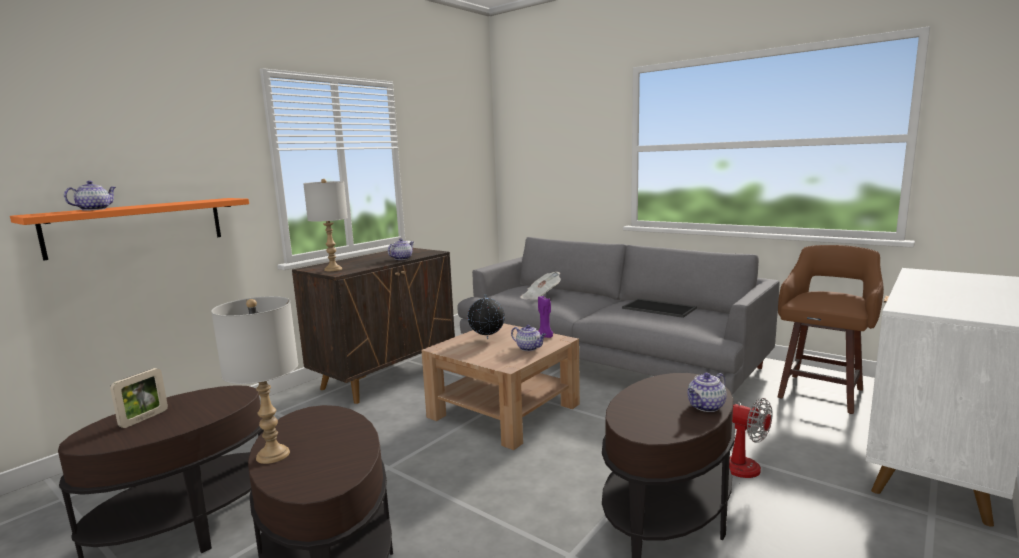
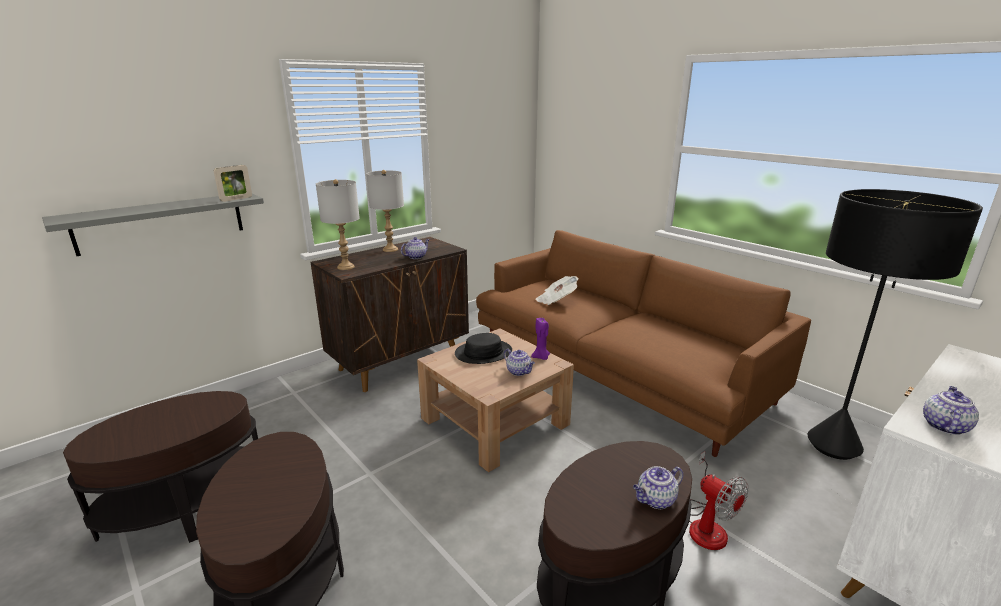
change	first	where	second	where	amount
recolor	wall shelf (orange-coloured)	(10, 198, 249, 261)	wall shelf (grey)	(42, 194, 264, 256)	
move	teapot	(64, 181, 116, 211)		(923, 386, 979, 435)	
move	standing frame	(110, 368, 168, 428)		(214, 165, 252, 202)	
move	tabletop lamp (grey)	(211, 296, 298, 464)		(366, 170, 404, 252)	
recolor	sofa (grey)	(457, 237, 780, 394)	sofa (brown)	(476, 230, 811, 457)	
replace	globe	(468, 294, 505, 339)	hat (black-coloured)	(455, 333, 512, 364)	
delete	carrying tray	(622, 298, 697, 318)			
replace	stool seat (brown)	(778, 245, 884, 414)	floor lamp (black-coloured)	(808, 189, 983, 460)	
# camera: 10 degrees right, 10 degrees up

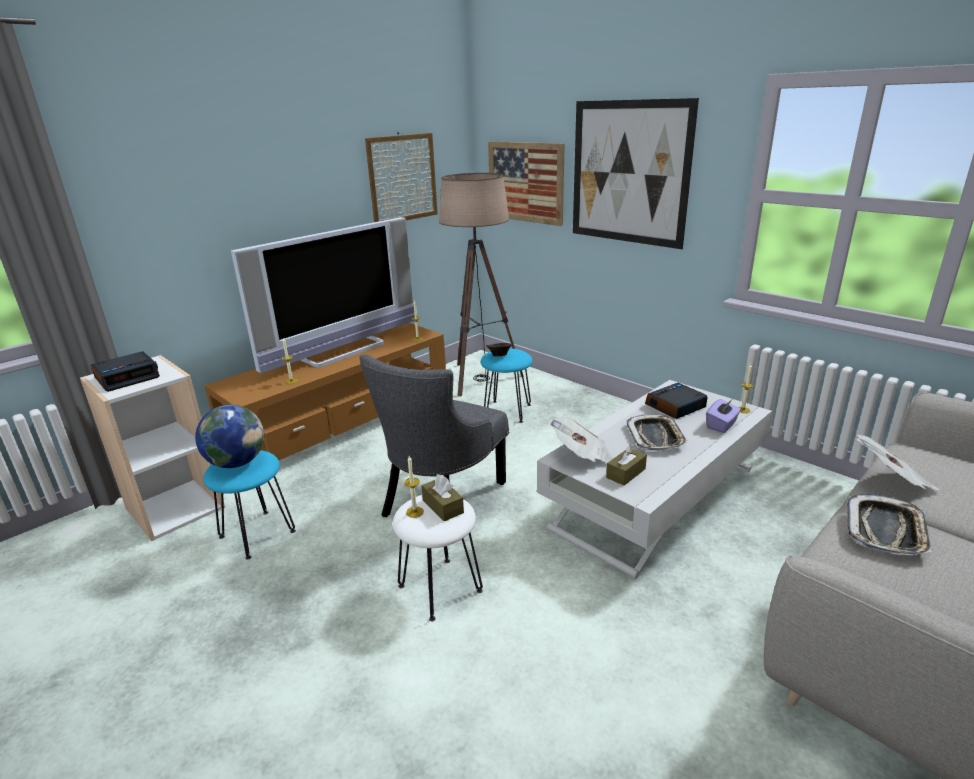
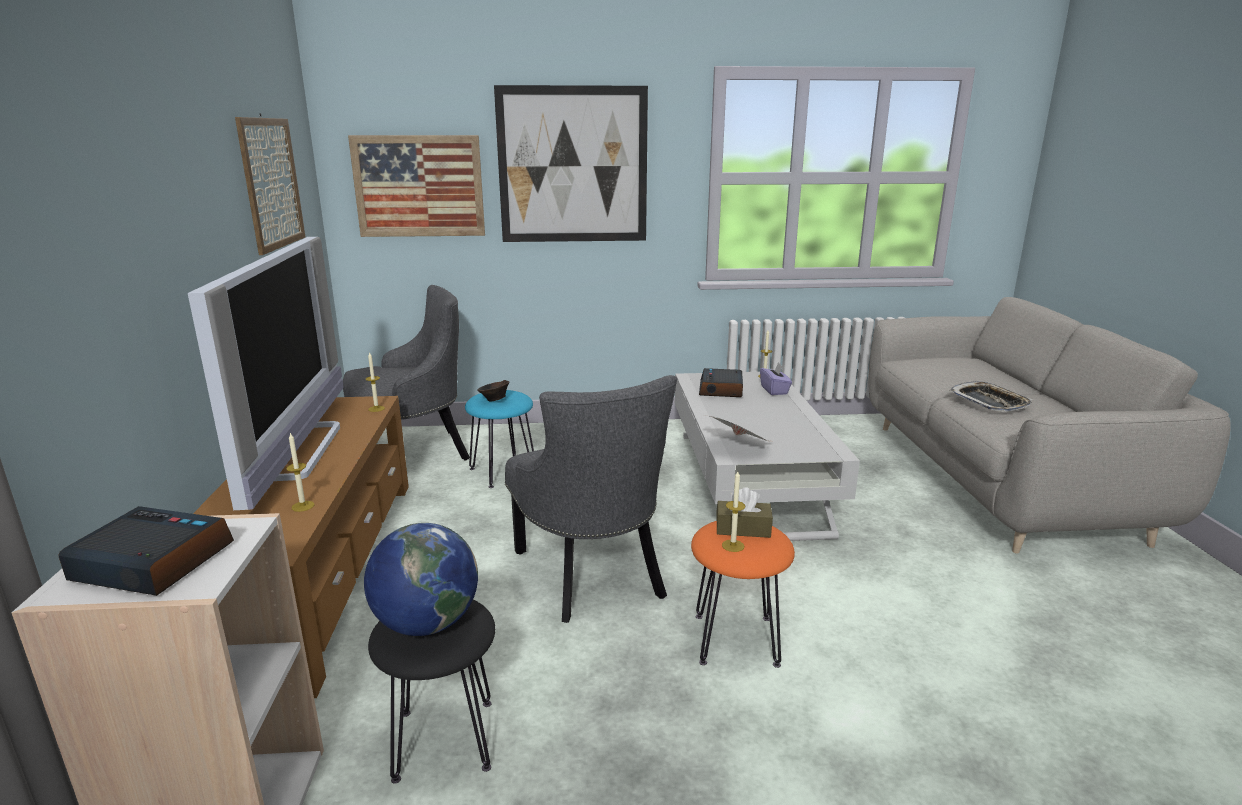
change	first	where	second	where	amount
rotate	bedside clock	(90, 351, 160, 392)		(58, 506, 234, 596)	75 degrees counterclockwise
recolor	stool seat (turquoise-coloured)	(204, 450, 296, 560)	stool seat (black-coloured)	(368, 600, 495, 784)	
recolor	stool seat (white-coloured)	(393, 495, 483, 621)	stool seat (orange-coloured)	(691, 521, 795, 668)	
replace	floor lamp	(439, 173, 524, 396)	lounge chair (grey)	(343, 285, 470, 461)	
delete	box of tissues (brown)	(606, 444, 647, 486)			
delete	carrying tray	(626, 414, 688, 451)			
delete	newspaper	(856, 435, 940, 490)			
# camera: 50 degrees left, 5 degrees down

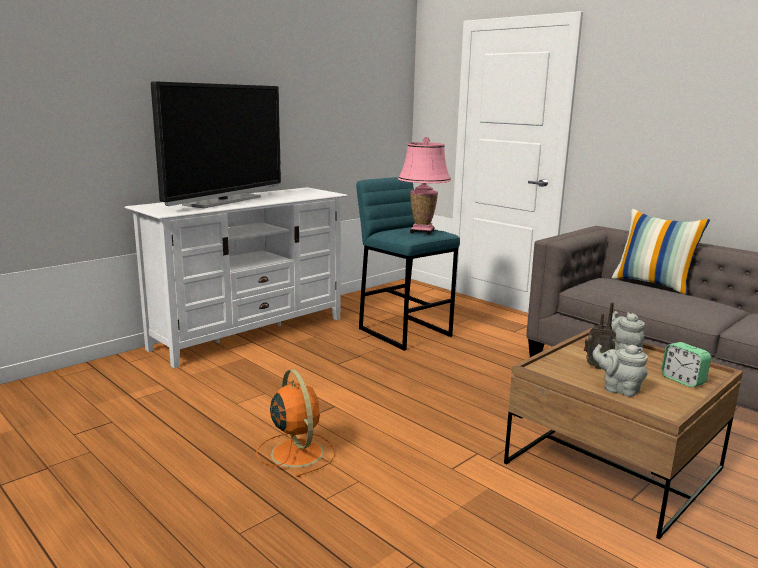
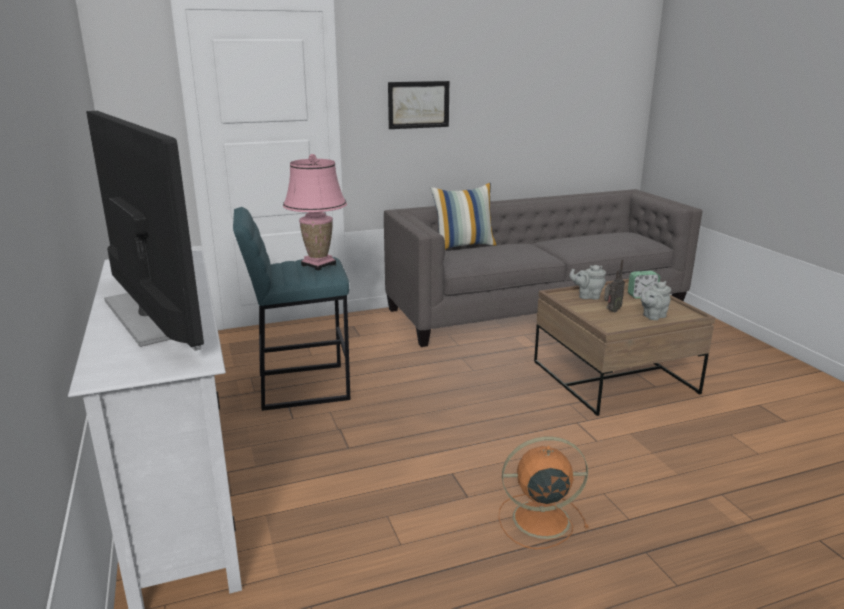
change	first	where	second	where	amount
insert			wall picture	(388, 81, 449, 129)	
# camera: 65 degrees left, 5 degrees up

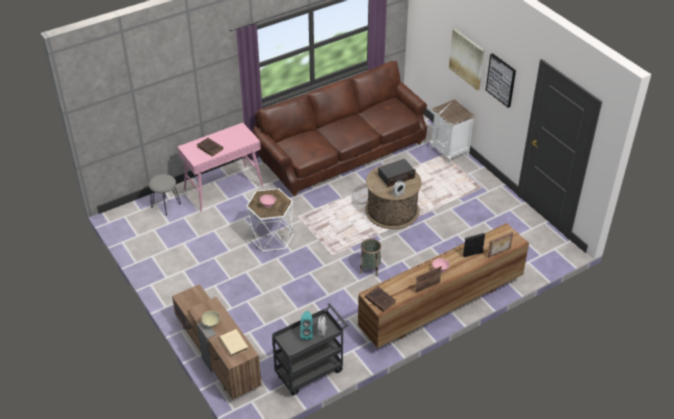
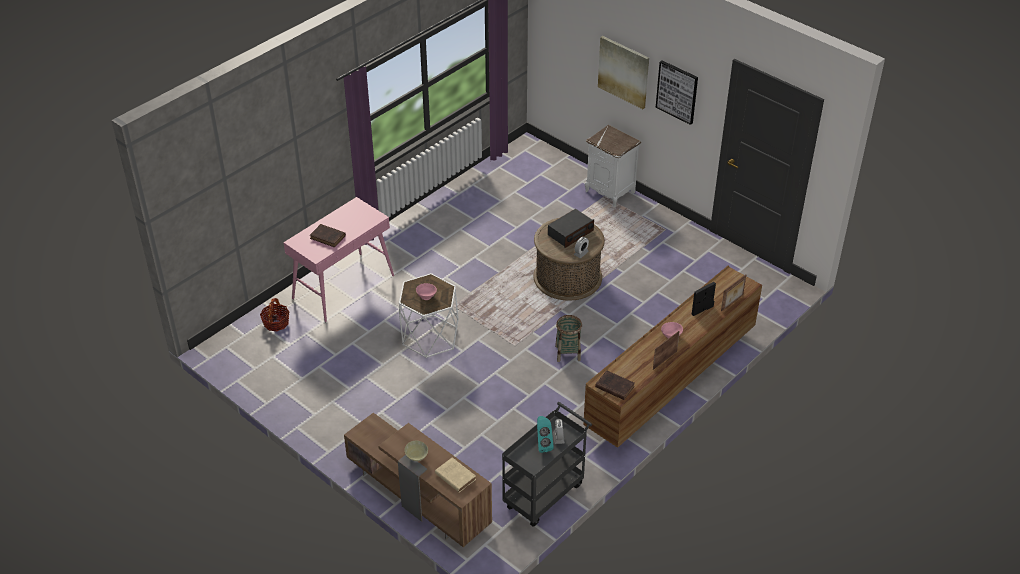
change	first	where	second	where	amount
replace	stool seat (grey)	(149, 174, 181, 216)	storage basket	(260, 298, 290, 331)	
delete	sofa (brown)	(253, 61, 427, 196)			
# camera: 15 degrees left, 0 degrees up

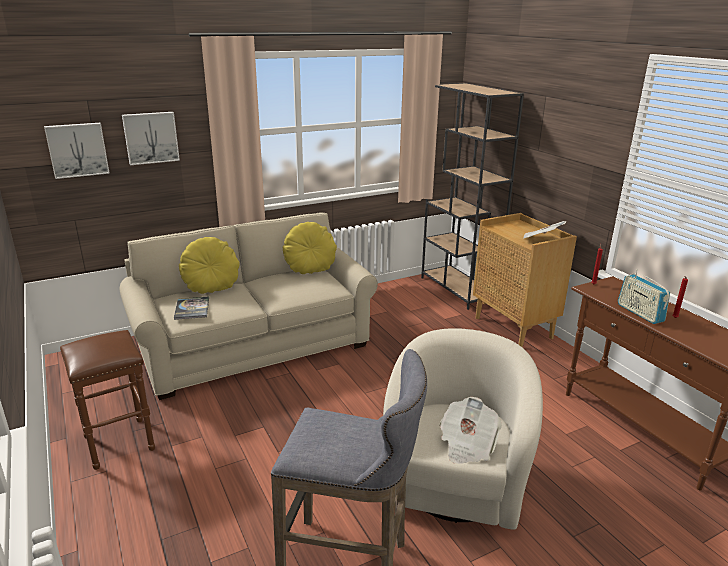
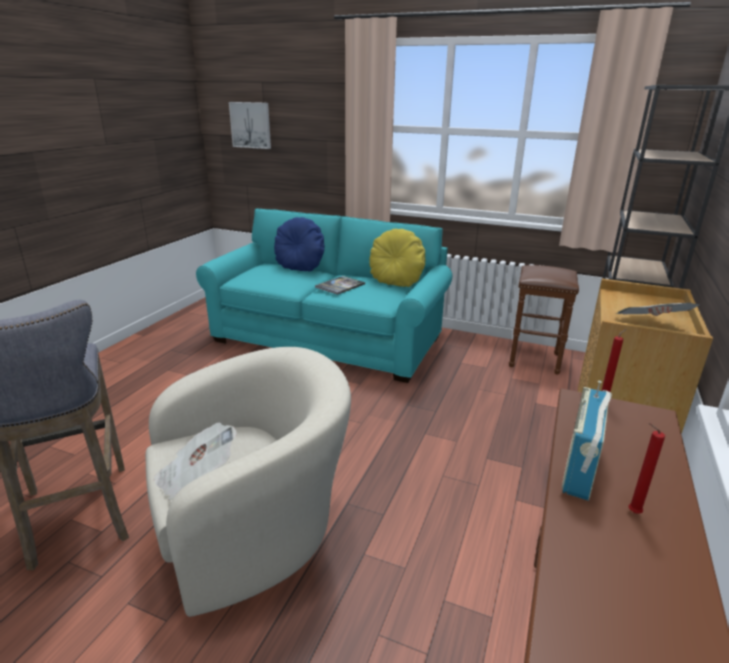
change	first	where	second	where	amount
move	stool seat (brown)	(60, 330, 155, 470)		(509, 265, 579, 374)	
recolor	sofa (beige-coloured)	(119, 212, 378, 400)	sofa (turquoise-coloured)	(196, 208, 452, 383)	
delete	wall picture	(122, 112, 180, 165)			
move	volume	(174, 297, 209, 320)		(315, 276, 365, 295)	
recolor	pillow (yellowish)	(179, 237, 240, 294)	pillow (blue-coloured)	(274, 217, 325, 271)	
# camera: 50 degrees right, 0 degrees up

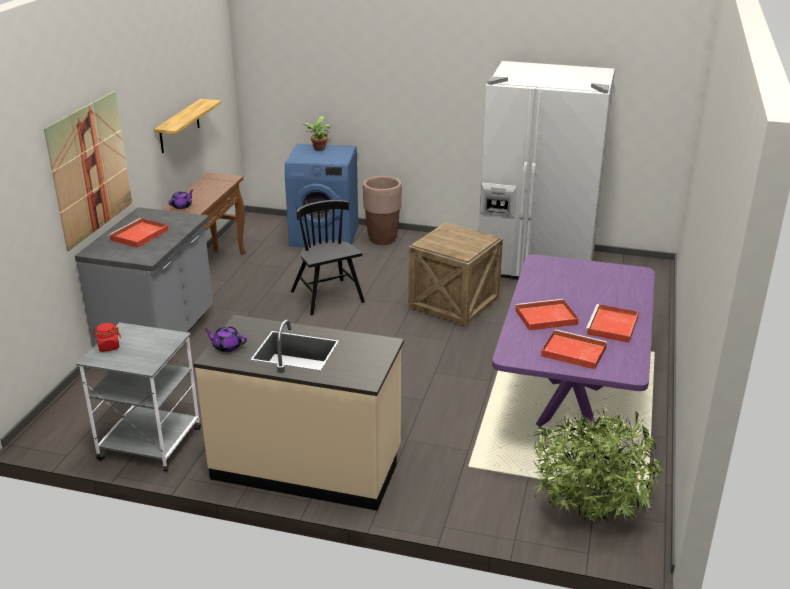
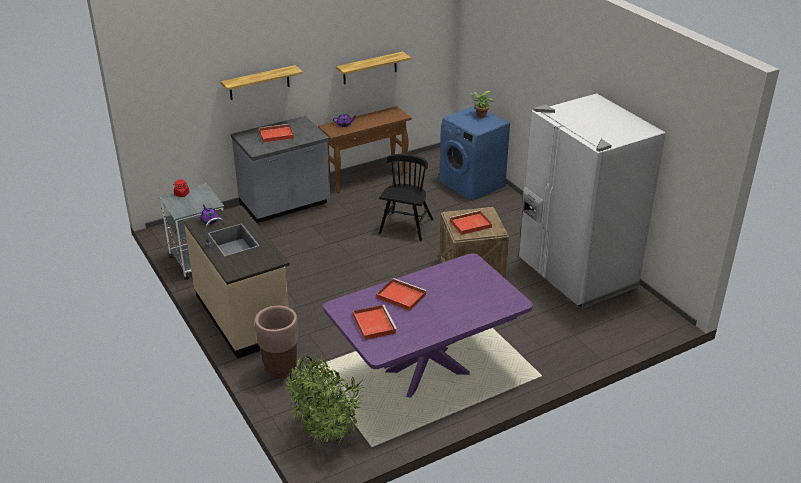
change	first	where	second	where	amount
replace	wall picture	(44, 91, 132, 251)	wall shelf	(221, 65, 303, 100)	
move	flower pot (brown)	(363, 176, 402, 245)		(255, 306, 298, 379)	
move	carrying tray (red-coloured)	(586, 304, 639, 343)		(449, 210, 492, 235)	
# camera: 45 degrees right, 5 degrees up

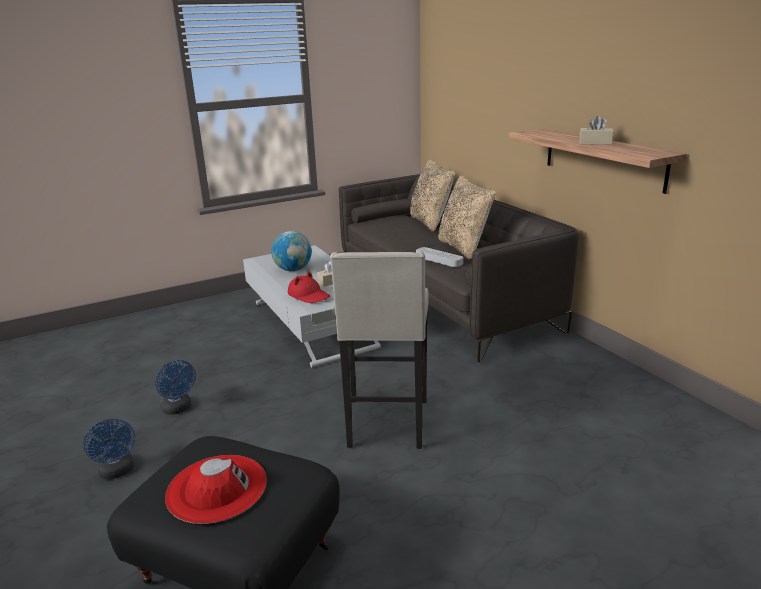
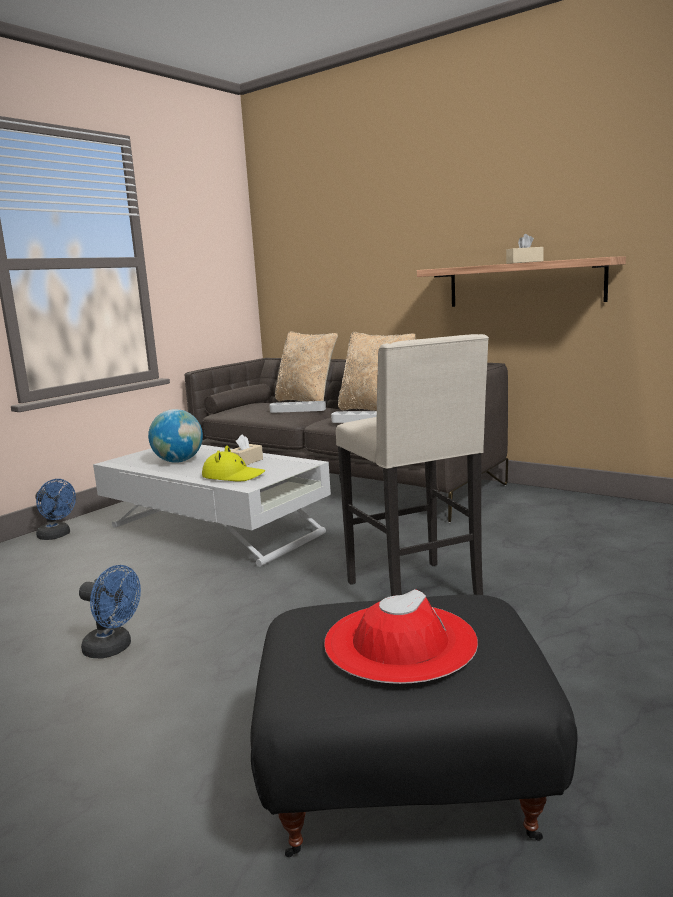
change	first	where	second	where	amount
move	cooling fan (blue-coloured)	(83, 419, 135, 479)		(35, 479, 76, 540)	
recolor	hat (red-coloured)	(288, 272, 330, 303)	hat (yellowish)	(202, 445, 265, 481)	
insert			carrying tray (grey)	(269, 401, 326, 413)	
# camera: 25 degrees left, 10 degrees down

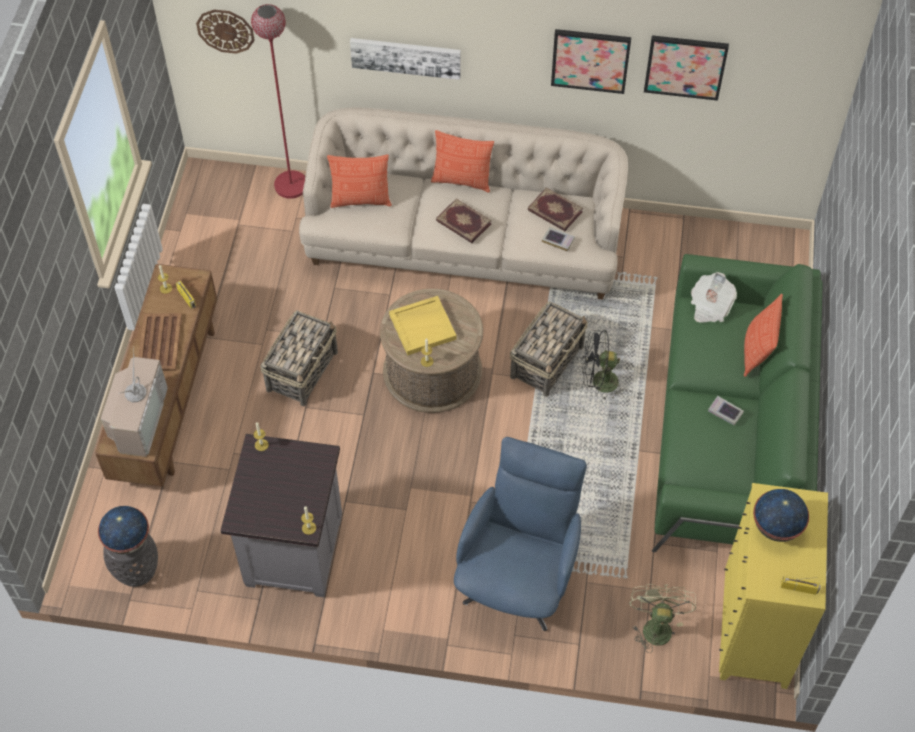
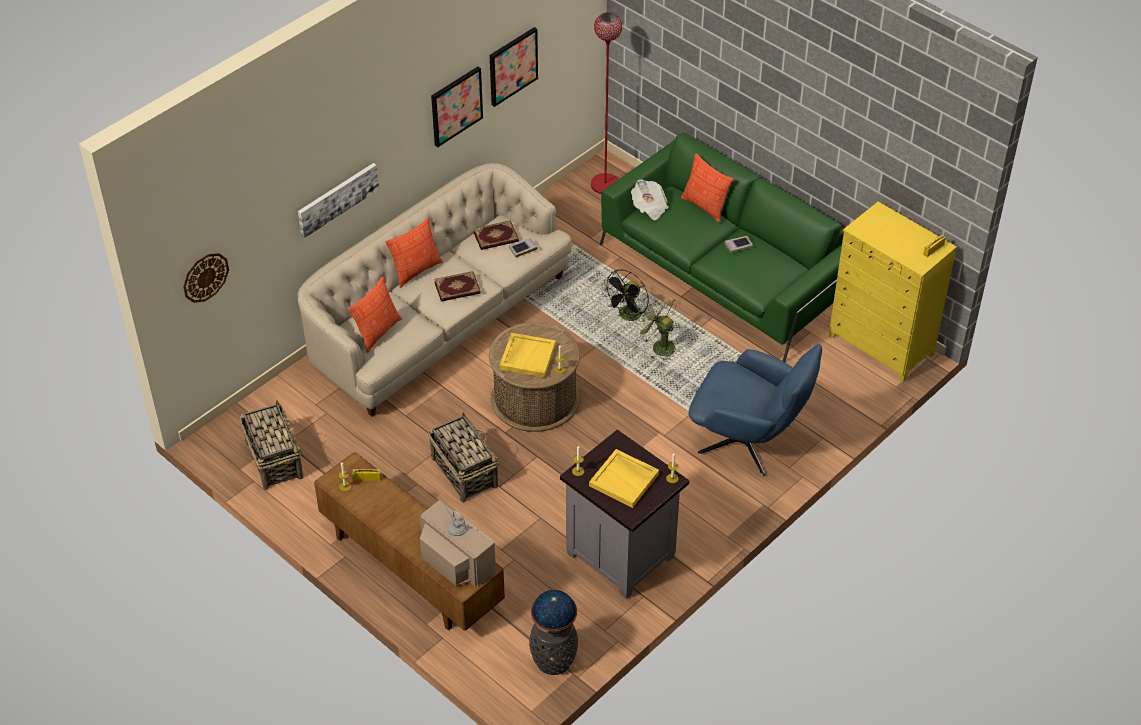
change	first	where	second	where	amount
delete	carrying tray (brown)	(138, 313, 182, 371)			
move	floor lamp (red-coloured)	(251, 4, 305, 199)		(591, 12, 622, 194)	
rotate	lounge chair (blue-coloured)	(454, 437, 587, 631)		(689, 344, 822, 476)	150 degrees clockwise
move	storage basket	(510, 301, 588, 397)		(240, 400, 303, 490)	
move	cooling fan (greenish)	(629, 584, 696, 653)		(636, 295, 677, 360)	
delete	globe	(753, 489, 809, 542)			
insert			carrying tray (yellowish)	(589, 449, 659, 508)	
# camera: 55 degrees left, 10 degrees down

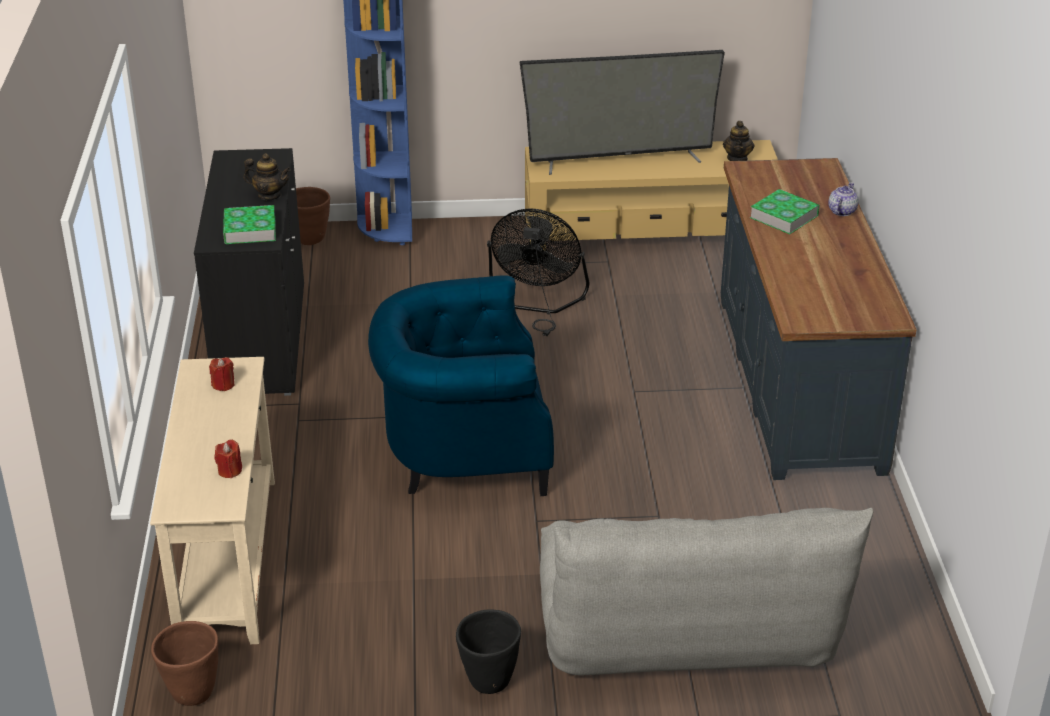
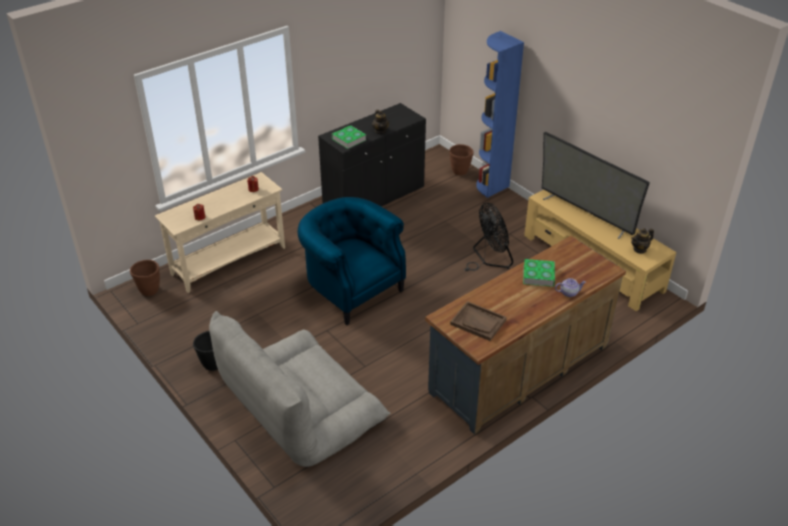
change	first	where	second	where	amount
insert			carrying tray (brown)	(450, 301, 507, 341)	
# camera: 55 degrees right, 5 degrees up

